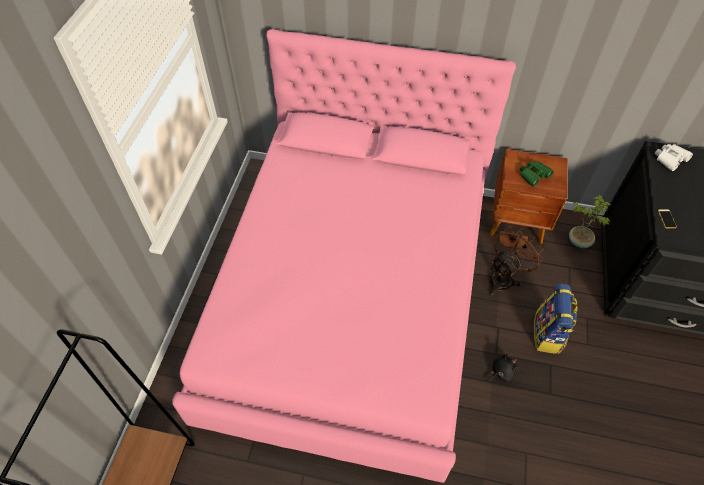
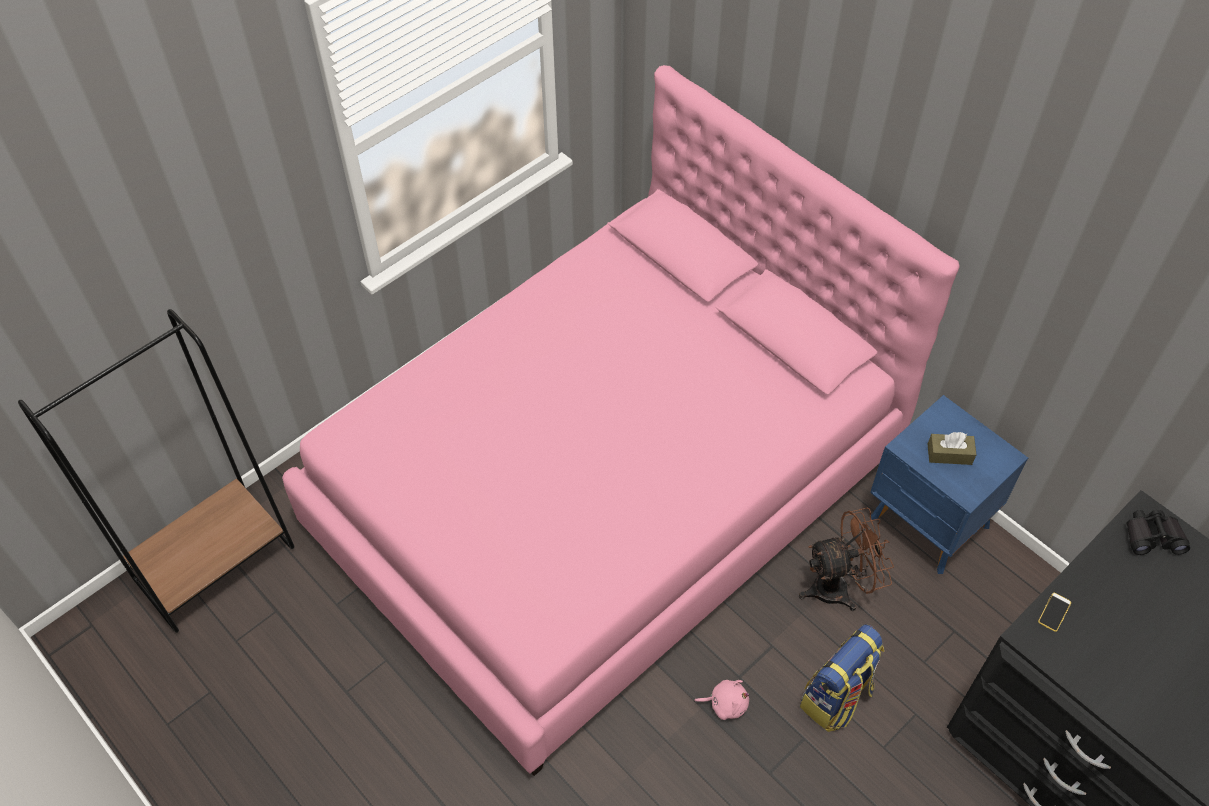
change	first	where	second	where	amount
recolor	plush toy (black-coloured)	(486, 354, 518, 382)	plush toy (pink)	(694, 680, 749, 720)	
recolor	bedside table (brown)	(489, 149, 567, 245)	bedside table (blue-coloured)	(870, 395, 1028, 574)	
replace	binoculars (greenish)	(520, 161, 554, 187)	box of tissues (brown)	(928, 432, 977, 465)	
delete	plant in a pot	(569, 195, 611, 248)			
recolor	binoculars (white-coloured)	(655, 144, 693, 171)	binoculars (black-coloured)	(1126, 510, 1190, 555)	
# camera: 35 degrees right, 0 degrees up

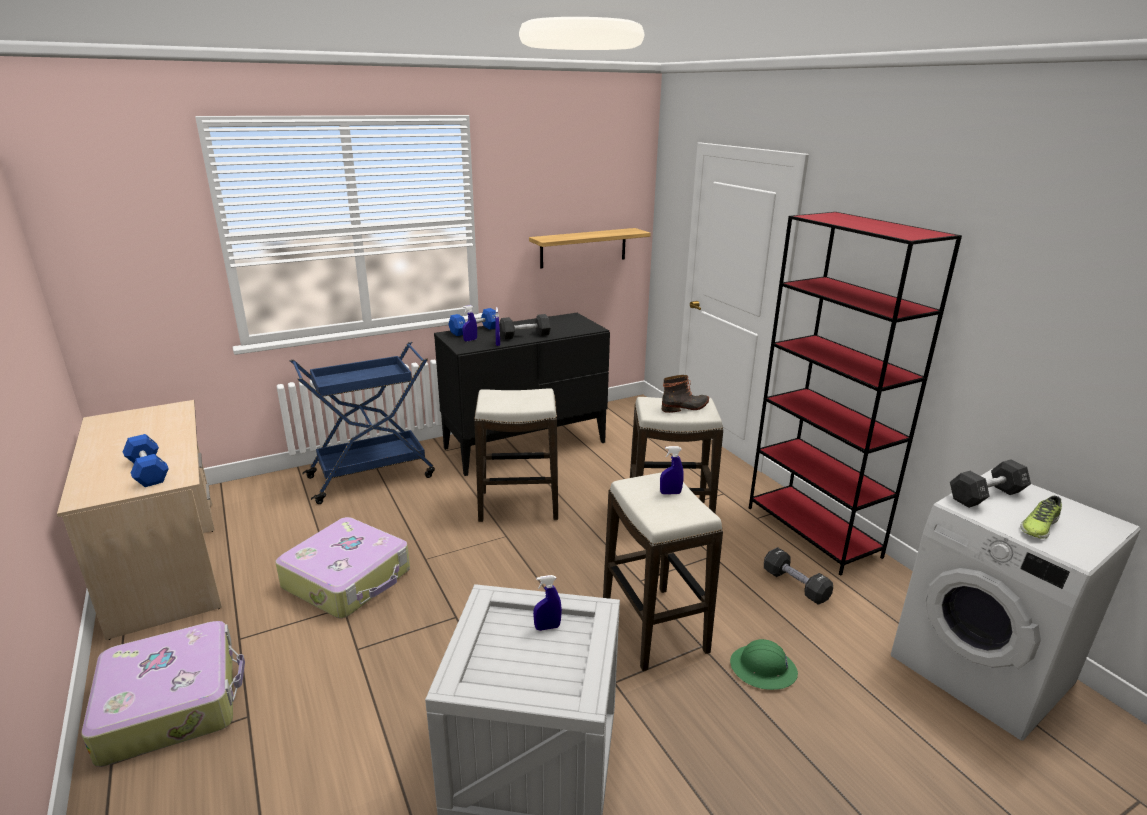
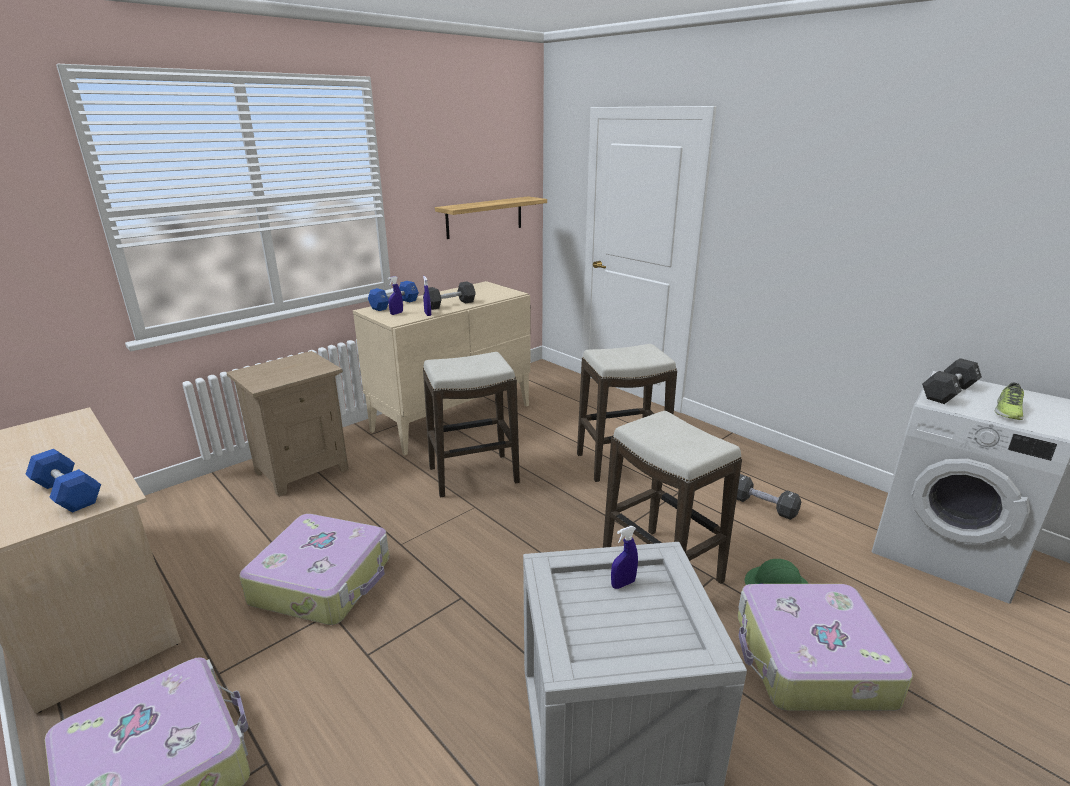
change	first	where	second	where	amount
replace	trolley (blue-coloured)	(289, 342, 435, 504)	bedside table (beige-coloured)	(226, 351, 349, 497)	
recolor	cupboard (black-coloured)	(434, 313, 610, 476)	cupboard (beige-coloured)	(353, 281, 531, 455)	
delete	sprayer (blue-coloured)	(660, 446, 684, 495)			
delete	high-top boot	(662, 375, 709, 413)			
delete	bookcase (red-coloured)	(749, 212, 962, 576)			
insert			piece of luggage	(738, 584, 913, 711)	
# camera: 15 degrees left, 0 degrees up

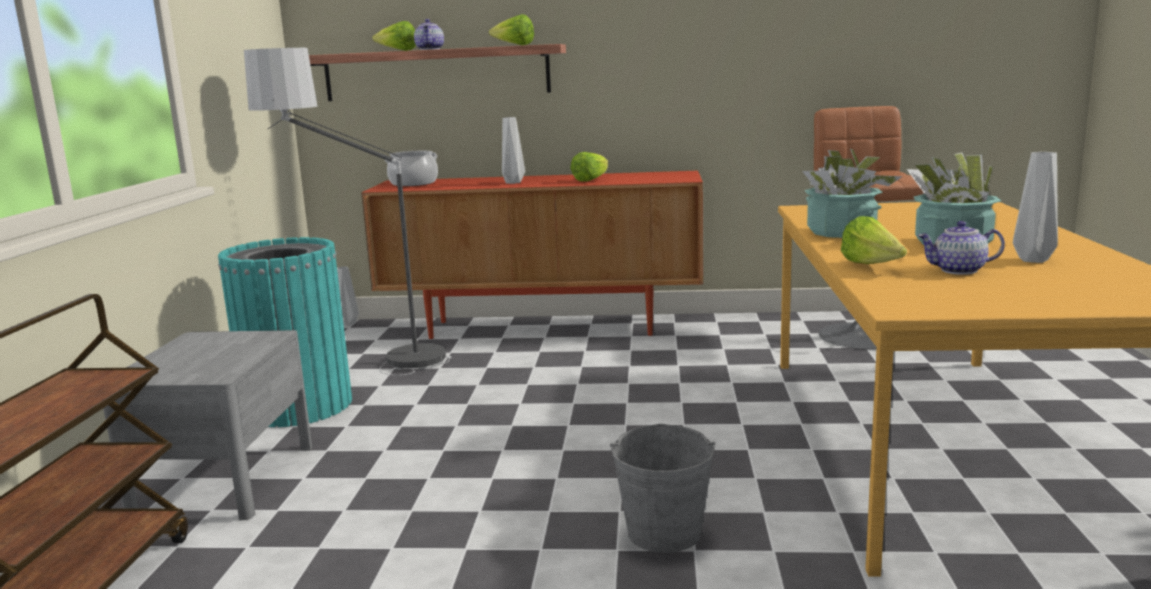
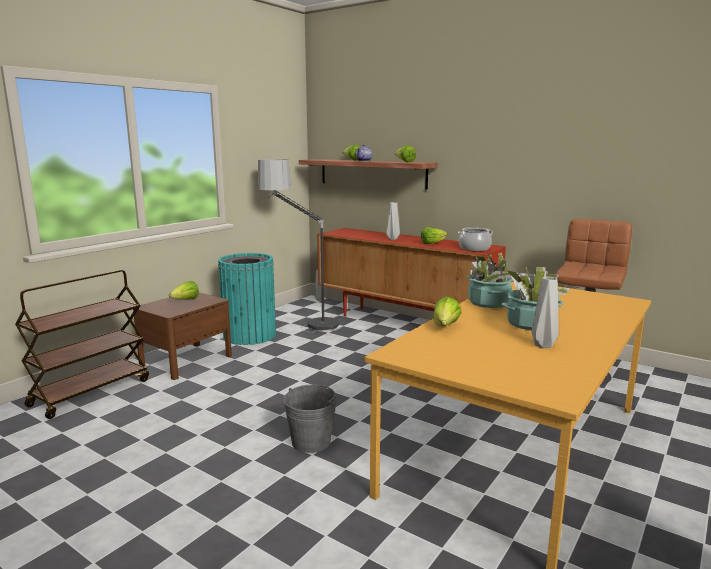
change	first	where	second	where	amount
recolor	bedside table (grey)	(103, 330, 312, 520)	bedside table (brown)	(133, 293, 232, 380)	
move	cooking pot	(385, 151, 438, 186)		(458, 227, 493, 251)	
delete	teapot	(917, 221, 1005, 275)			
insert			lettuce	(169, 281, 199, 299)	
# camera: 30 degrees right, 0 degrees up

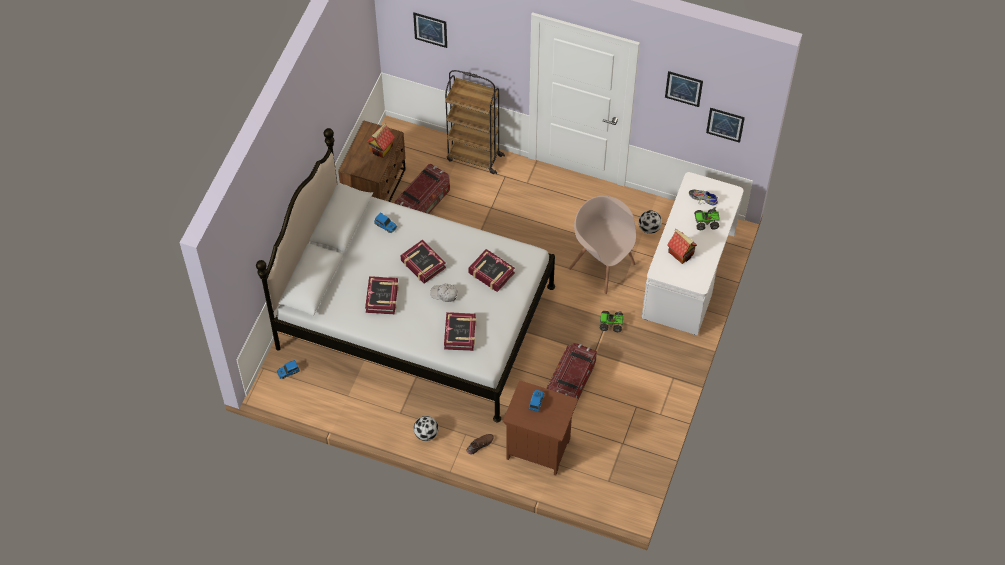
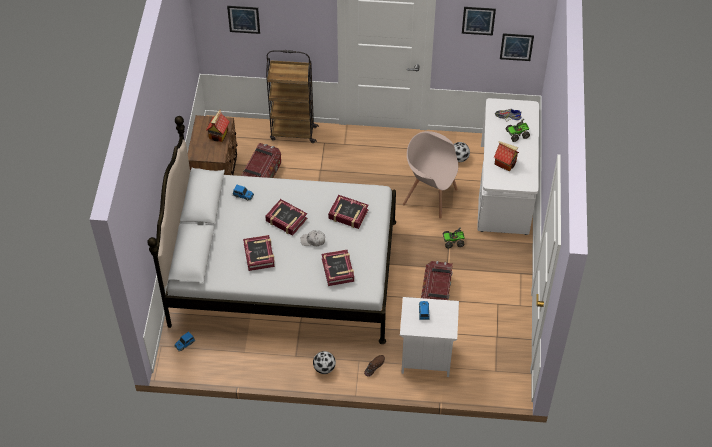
change	first	where	second	where	amount
recolor	bedside table (brown)	(503, 380, 578, 476)	bedside table (white-coloured)	(400, 297, 459, 377)	
# camera: 15 degrees left, 5 degrees down

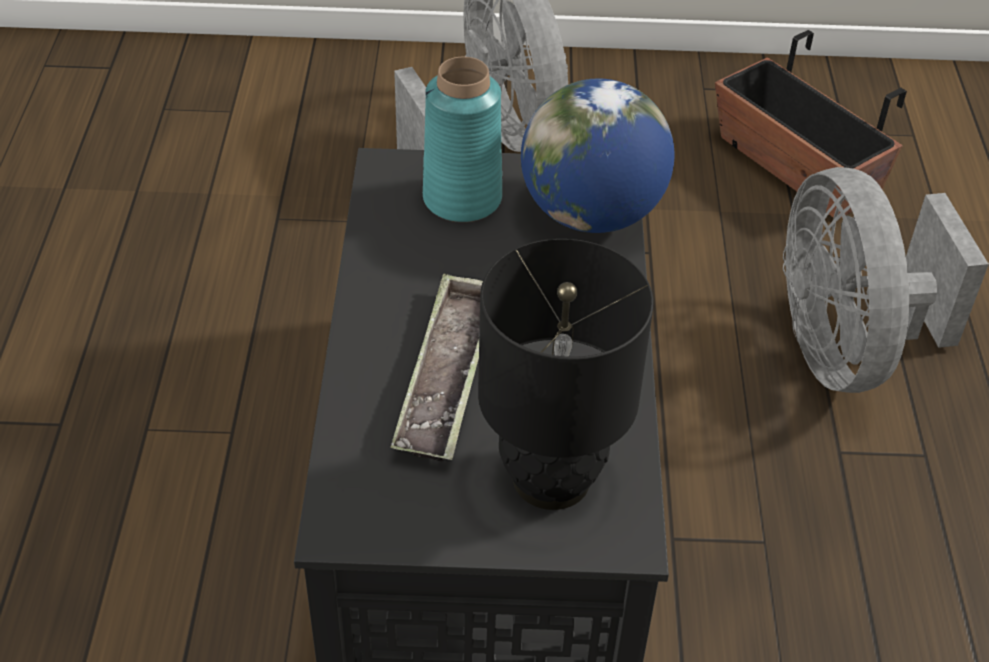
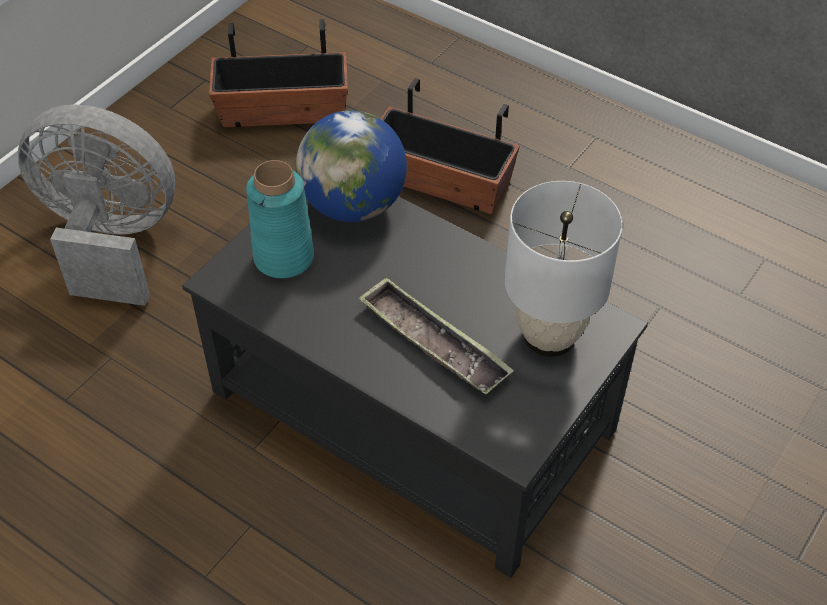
change	first	where	second	where	amount
recolor	tabletop lamp (black-coloured)	(478, 239, 654, 510)	tabletop lamp (white-coloured)	(505, 181, 623, 357)	
replace	cooling fan (grey)	(783, 167, 989, 393)	flower pot	(380, 78, 520, 214)	
# camera: 55 degrees left, 5 degrees up

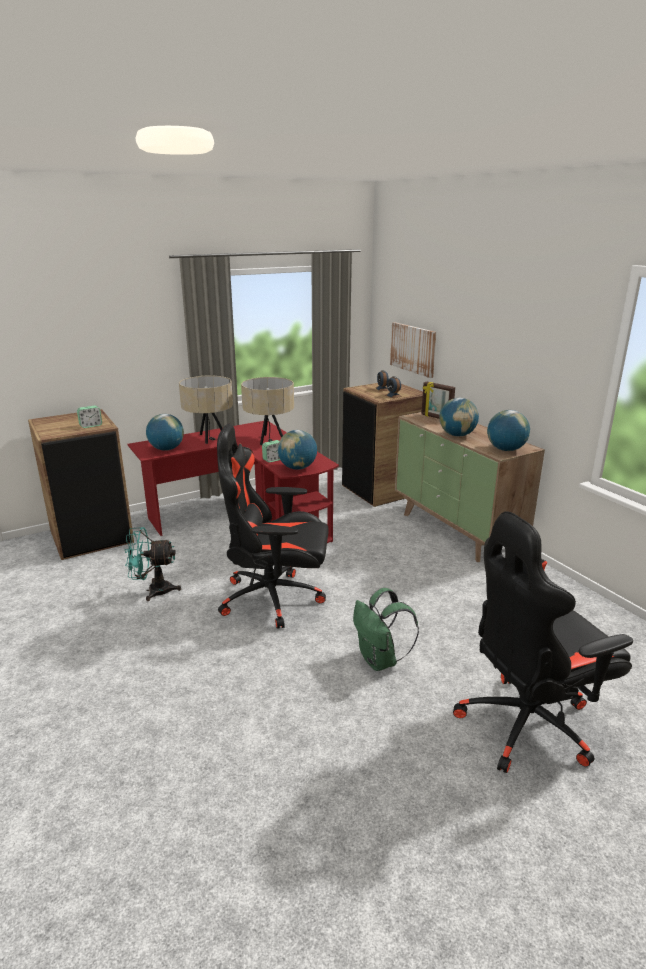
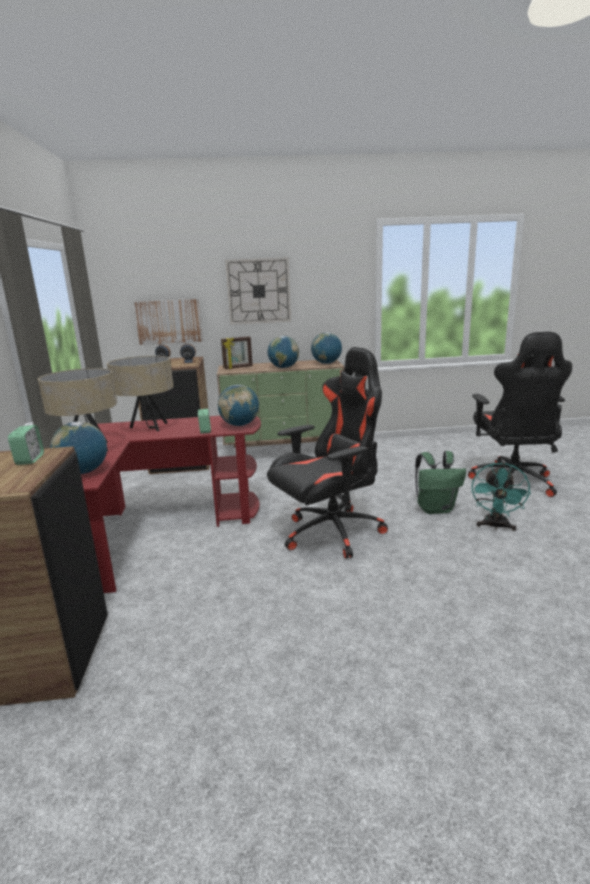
change	first	where	second	where	amount
move	cooling fan (turquoise-coloured)	(125, 527, 181, 601)		(472, 463, 531, 531)	
rotate	desk chair (black-coloured)	(217, 423, 329, 629)		(267, 347, 388, 559)	150 degrees counterclockwise
insert			clock on the wall	(225, 257, 291, 325)	
# camera: 65 degrees left, 5 degrees down

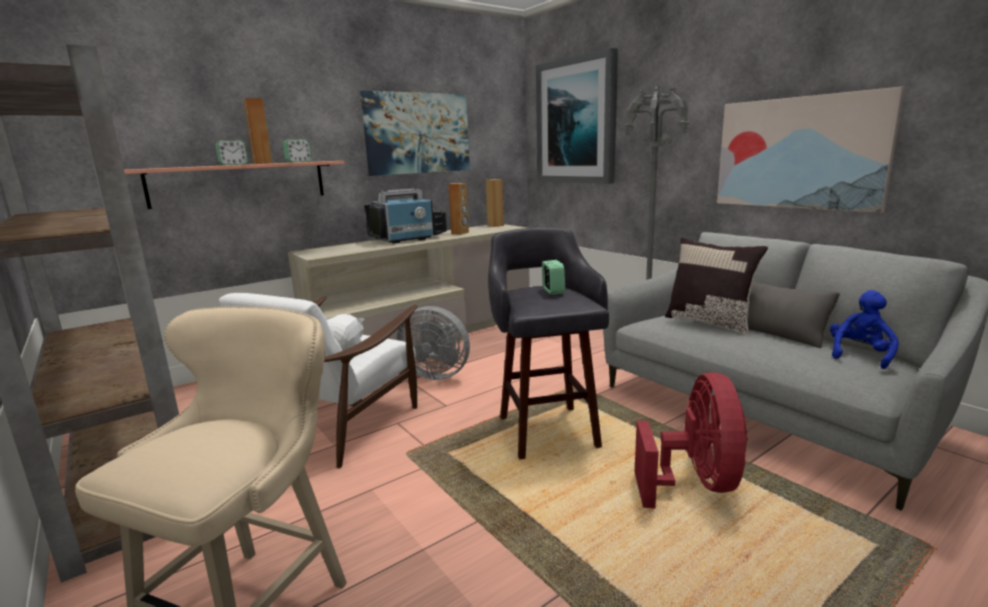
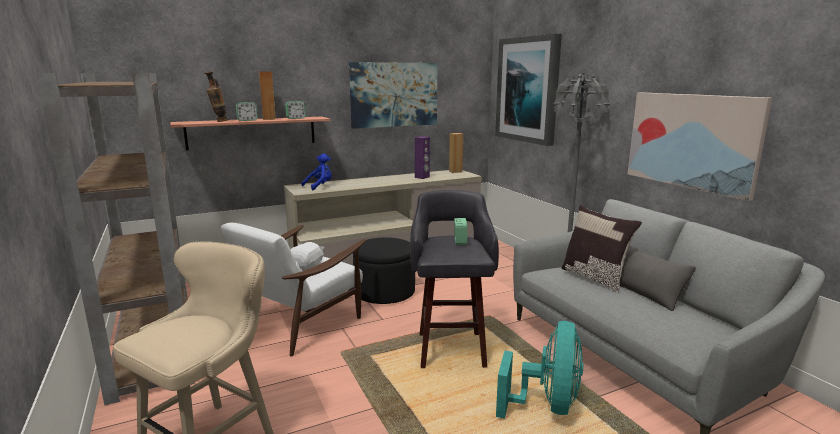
change	first	where	second	where	amount
delete	TV	(364, 189, 447, 244)			
replace	cooling fan (grey)	(397, 306, 470, 380)	ottoman (black-coloured)	(353, 237, 415, 304)	
recolor	loudspeaker (brown)	(448, 183, 469, 235)	loudspeaker (purple-coloured)	(415, 136, 430, 179)	
recolor	cooling fan (red-coloured)	(635, 372, 748, 508)	cooling fan (turquoise-coloured)	(496, 321, 583, 419)	
move	plush toy (blue-coloured)	(830, 290, 899, 369)		(301, 153, 332, 190)	
insert			decorative vase	(205, 71, 228, 122)	
# camera: 10 degrees right, 0 degrees up

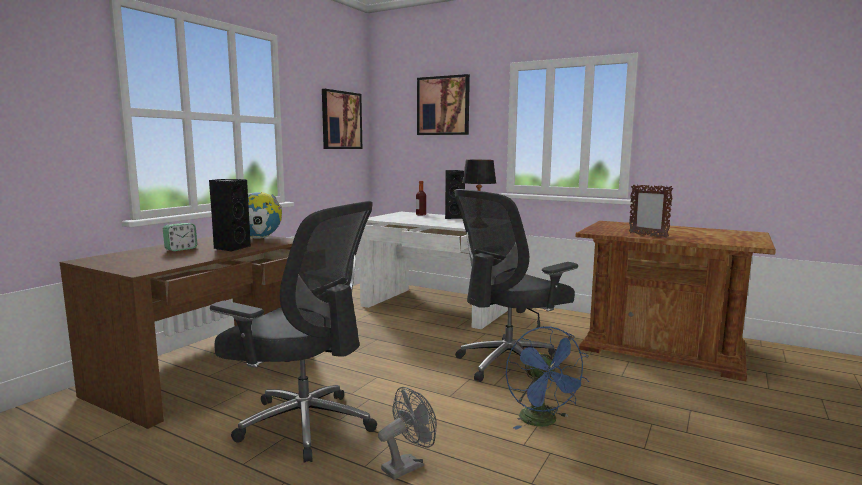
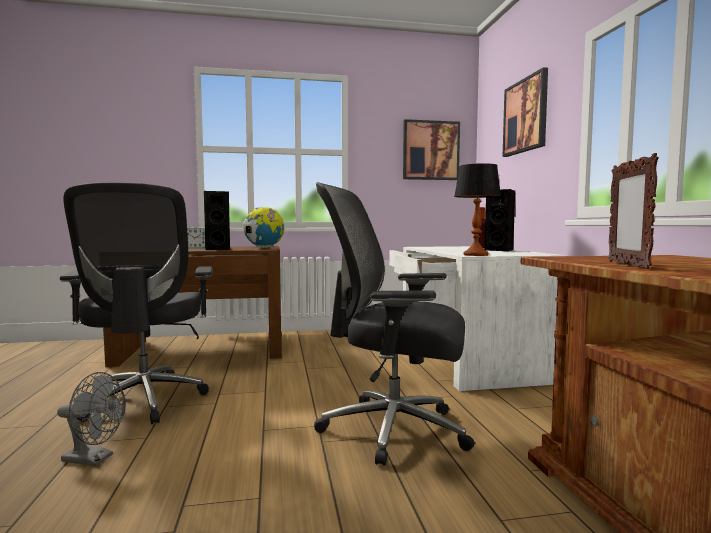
change	first	where	second	where	amount
delete	cooling fan (blue-coloured)	(506, 326, 589, 430)			
# camera: 50 degrees right, 5 degrees down

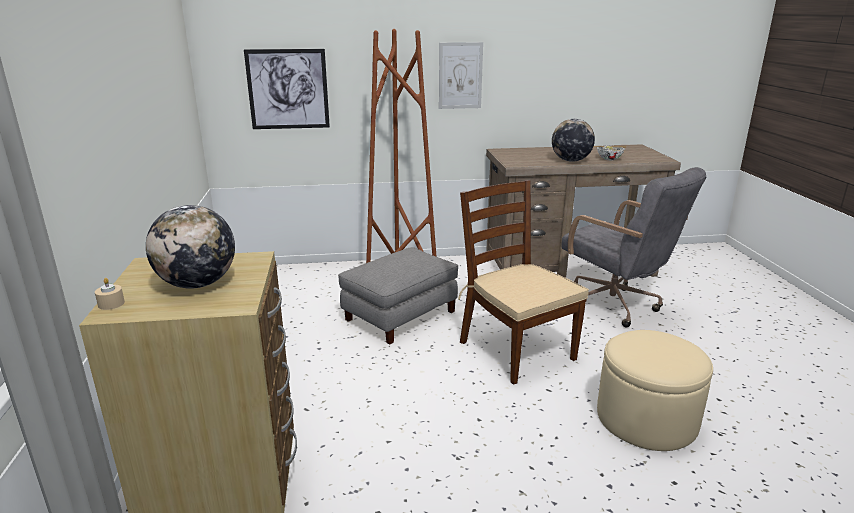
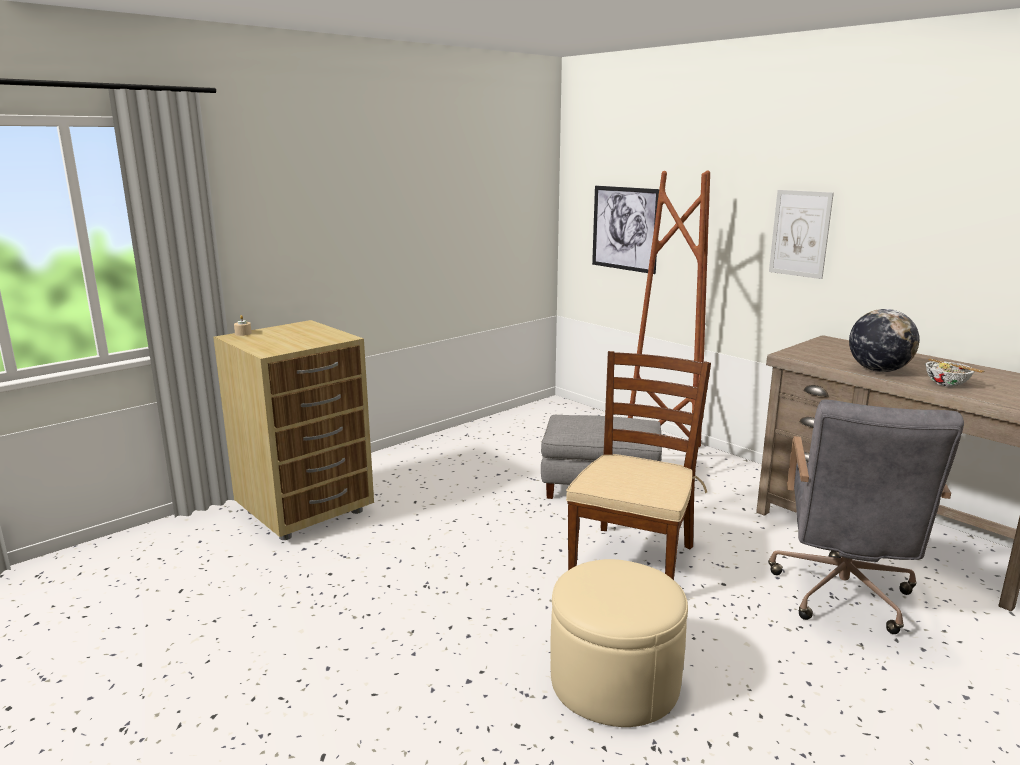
change	first	where	second	where	amount
delete	globe	(146, 205, 235, 289)			
# camera: 55 degrees right, 5 degrees down

